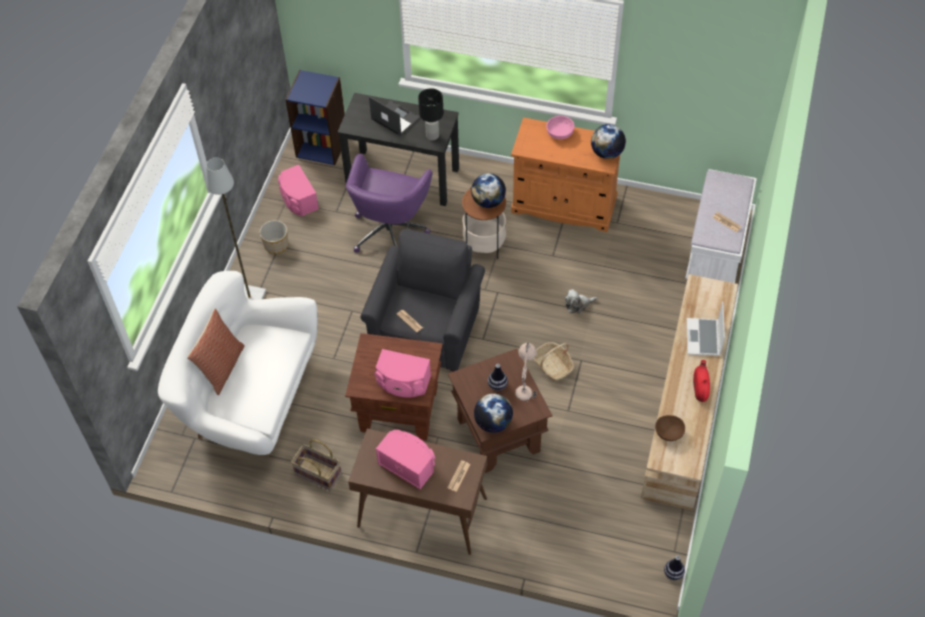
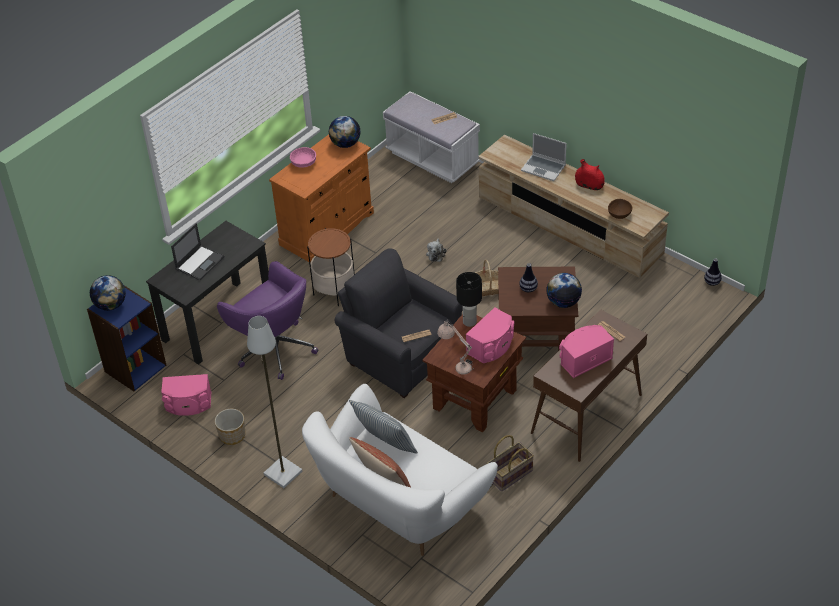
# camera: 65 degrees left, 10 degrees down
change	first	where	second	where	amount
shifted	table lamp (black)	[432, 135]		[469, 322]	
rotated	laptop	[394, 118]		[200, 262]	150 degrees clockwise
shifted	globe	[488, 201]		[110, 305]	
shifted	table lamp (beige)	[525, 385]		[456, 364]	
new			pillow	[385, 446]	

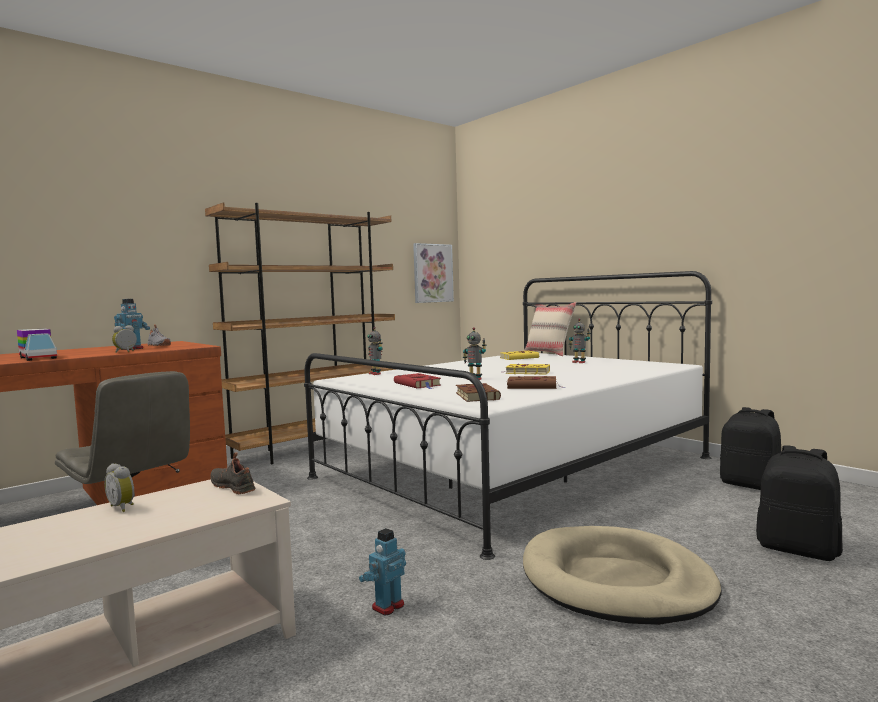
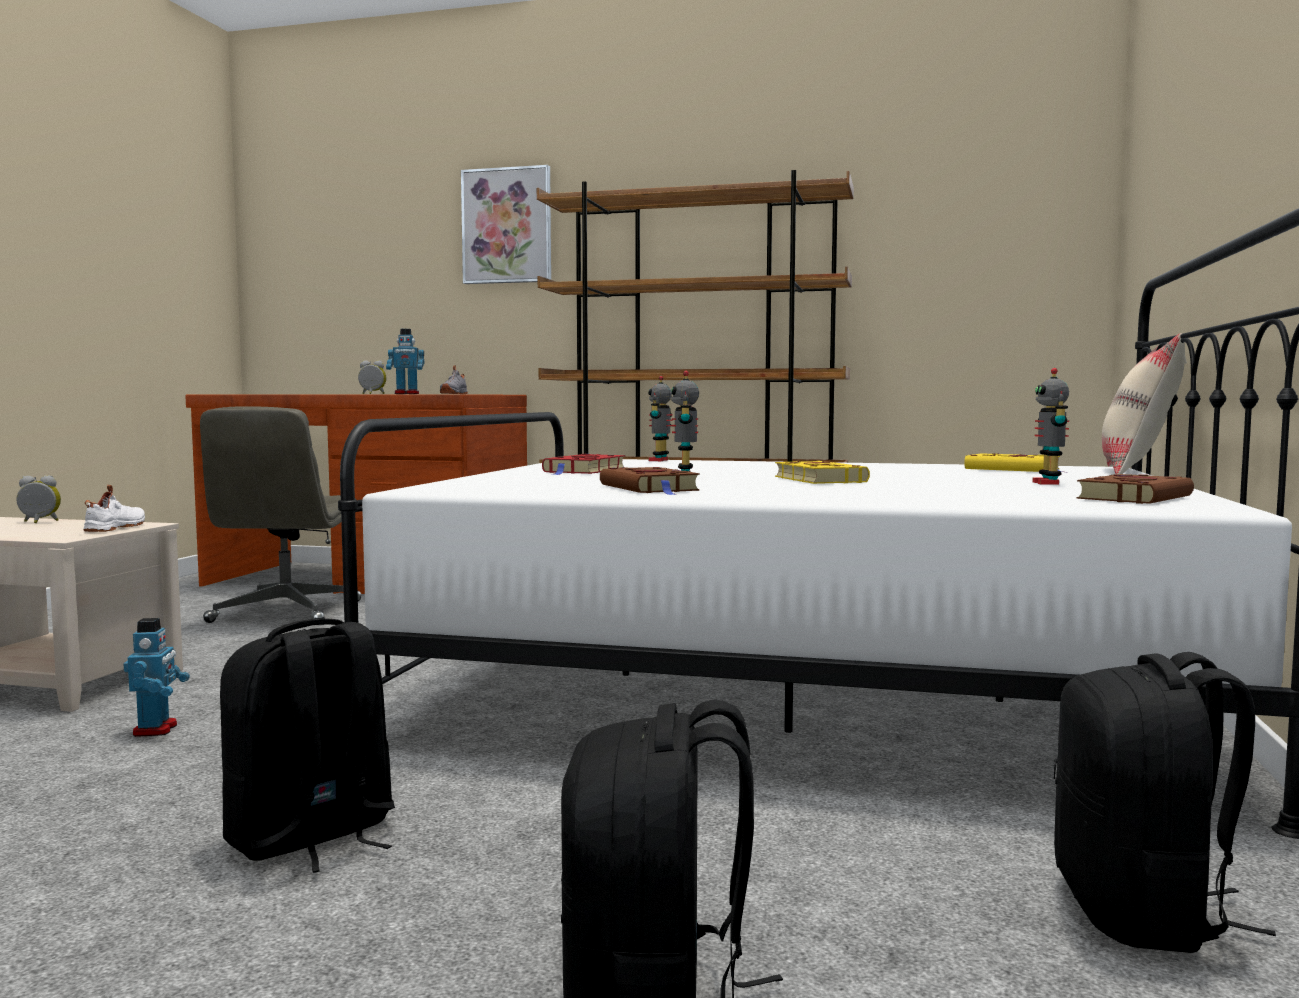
# camera: 55 degrees right, 0 degrees up
change	first	where	second	where	amount
shifted	picture	[432, 273]		[507, 226]	
gone	toy truck	[38, 358]			
shifted	book (brown)	[476, 396]		[1135, 498]	
repainted	shoe (black)	[234, 486]	shoe (white)	[117, 528]	
rotated	alarm clock	[123, 507]		[39, 522]	75 degrees clockwise
swapped	dog bed (beige)	[616, 581]	backpack (black)	[311, 838]	
rotated	toy robot	[387, 606]		[156, 729]	75 degrees clockwise

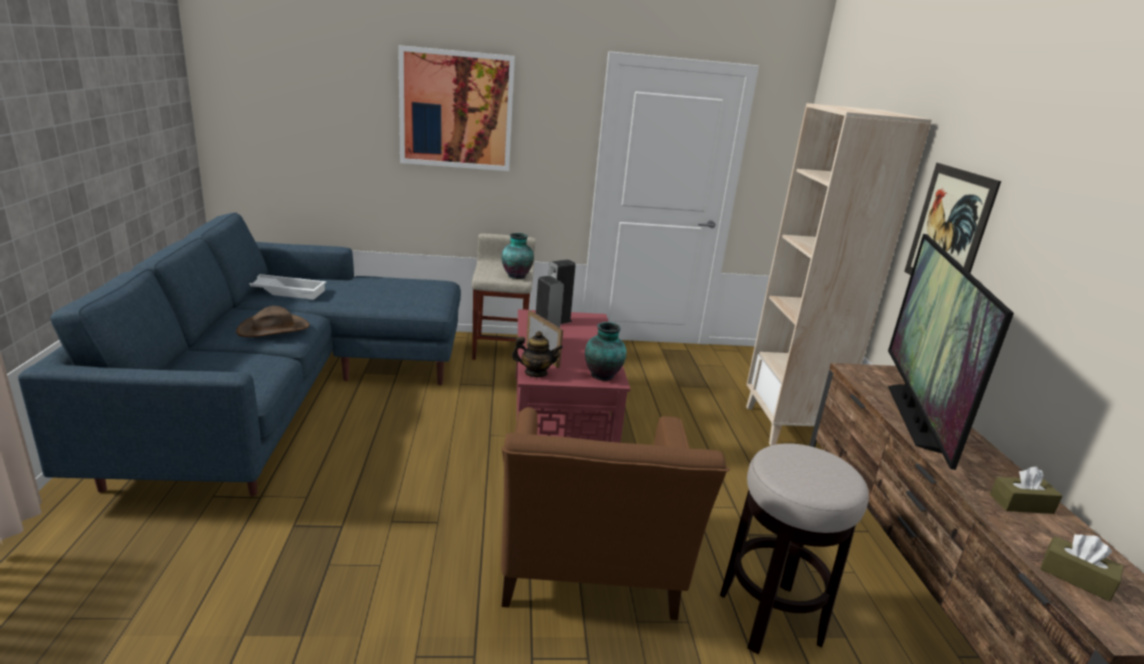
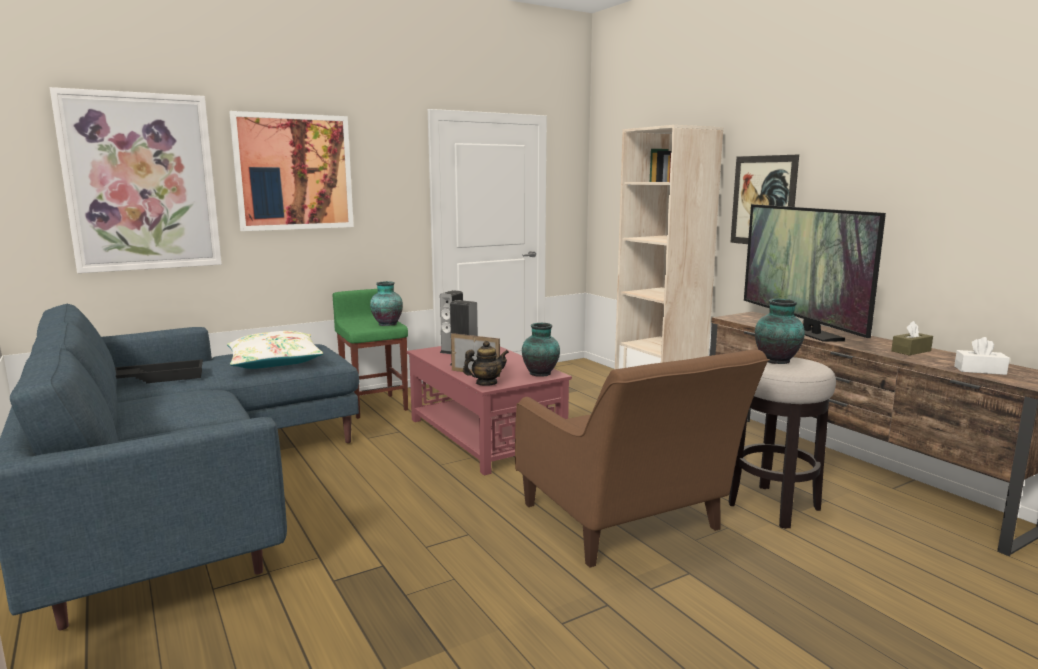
# camera: 25 degrees left, 10 degrees down
change	first	where	second	where	amount
repainted	stool (beige)	[500, 349]	stool (green)	[374, 406]	
repainted	tray (white)	[287, 291]	tray (black)	[160, 377]	
gone	hat (brown)	[273, 328]			
repainted	tissue box (brown)	[1076, 577]	tissue box (white)	[980, 370]	
new			picture	[141, 182]	
new			vase	[777, 361]	
new			pillow (white)	[274, 362]	

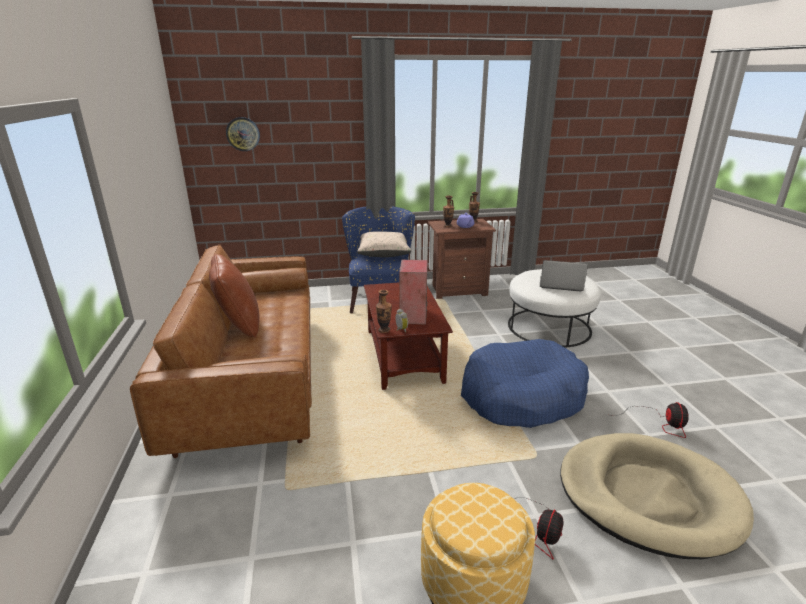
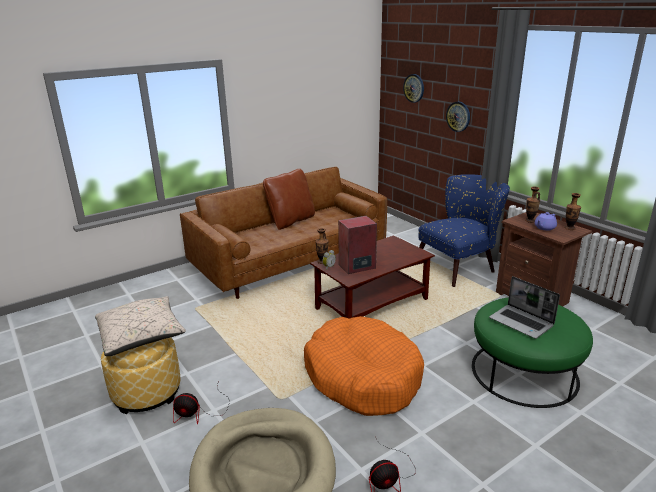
# camera: 65 degrees right, 0 degrees up
change	first	where	second	where	amount
shifted	pillow (beige)	[384, 253]		[141, 336]	
rotated	laptop	[560, 285]		[522, 322]	150 degrees clockwise
repainted	ottoman (white)	[549, 327]	ottoman (green)	[524, 372]	
repainted	dog bed (blue)	[521, 396]	dog bed (orange)	[362, 376]	
new			wall clock	[458, 116]	

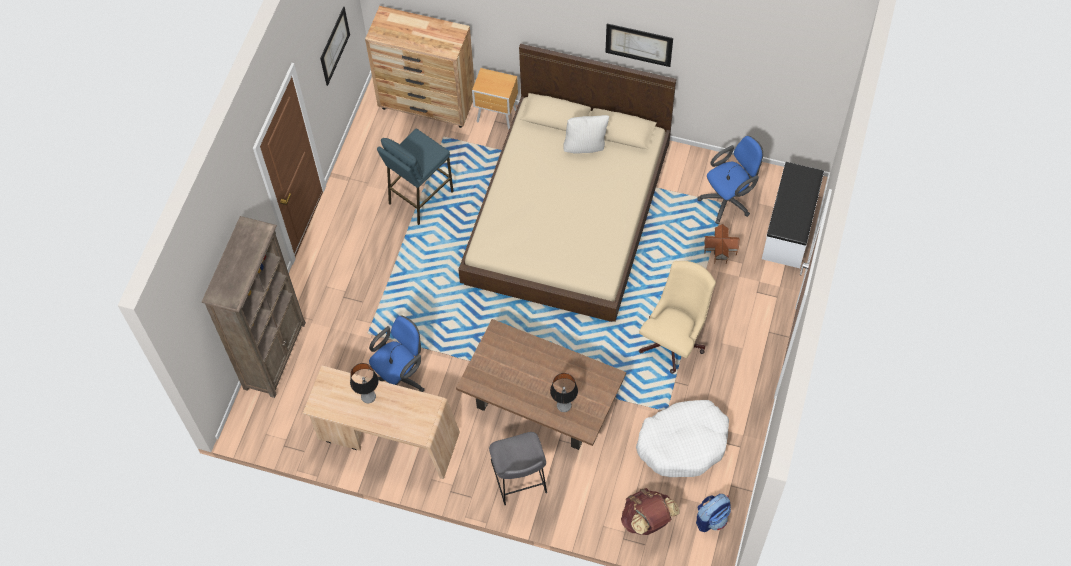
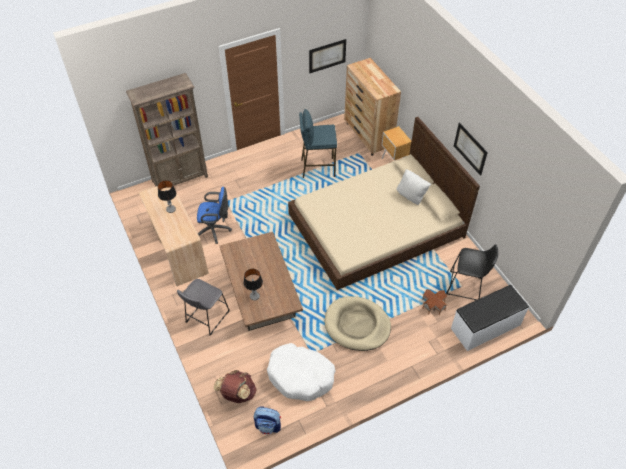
# camera: 45 degrees right, 10 degrees down
change	first	where	second	where	amount
swapped	office chair (blue)	[729, 200]	stool (black)	[466, 287]	
swapped	office chair (beige)	[674, 340]	dog bed (beige)	[357, 325]	

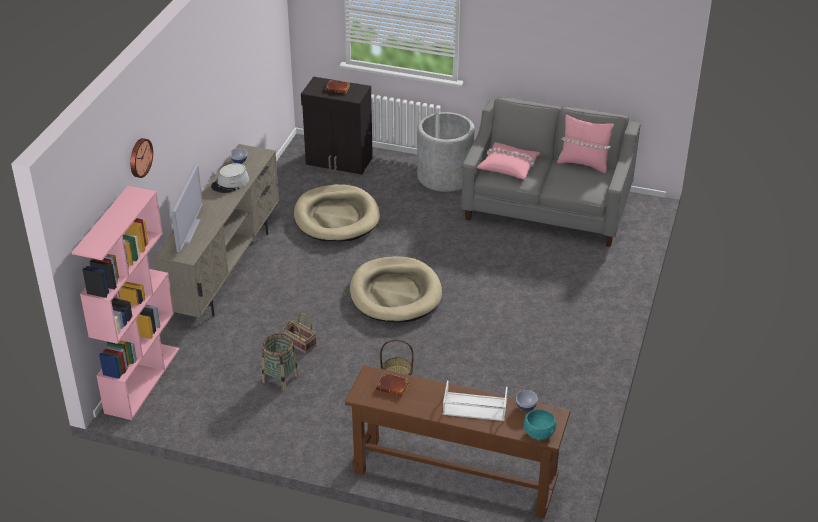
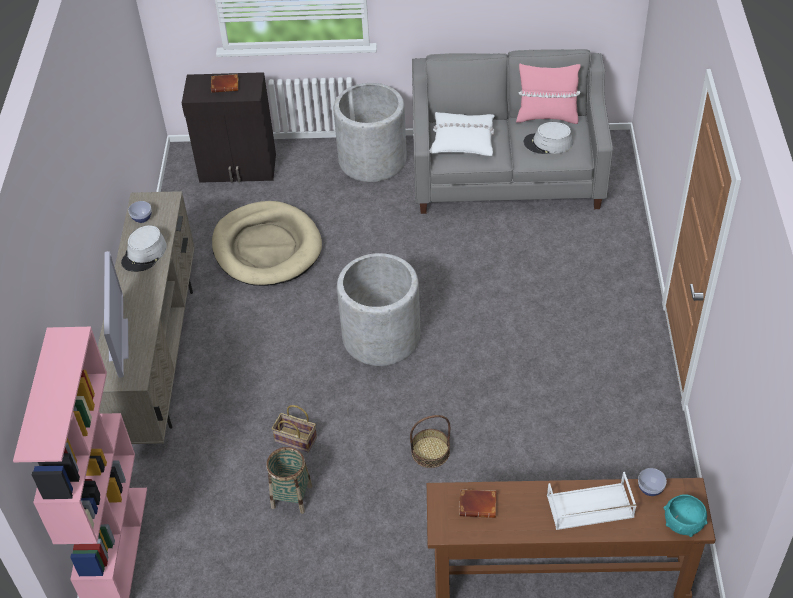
# camera: 15 degrees left, 10 degrees up
change	first	where	second	where	amount
gone	wall clock	[139, 157]			
repainted	pillow (pink)	[509, 166]	pillow (white)	[463, 140]	
swapped	dog bed (beige)	[395, 293]	planter (grey)	[381, 336]	
new			hat (grey)	[548, 143]	

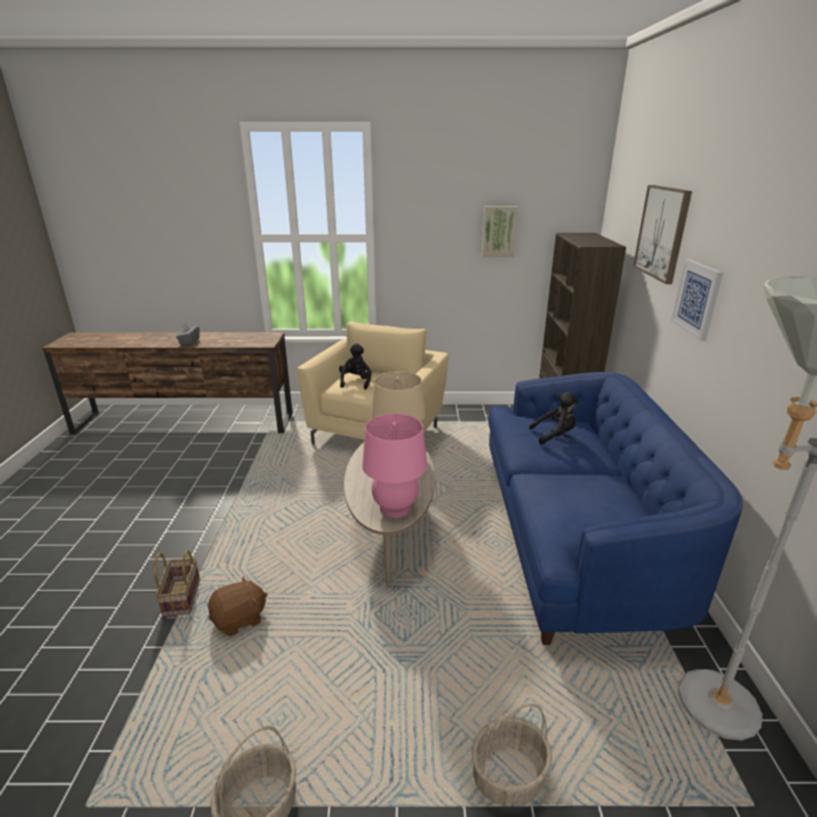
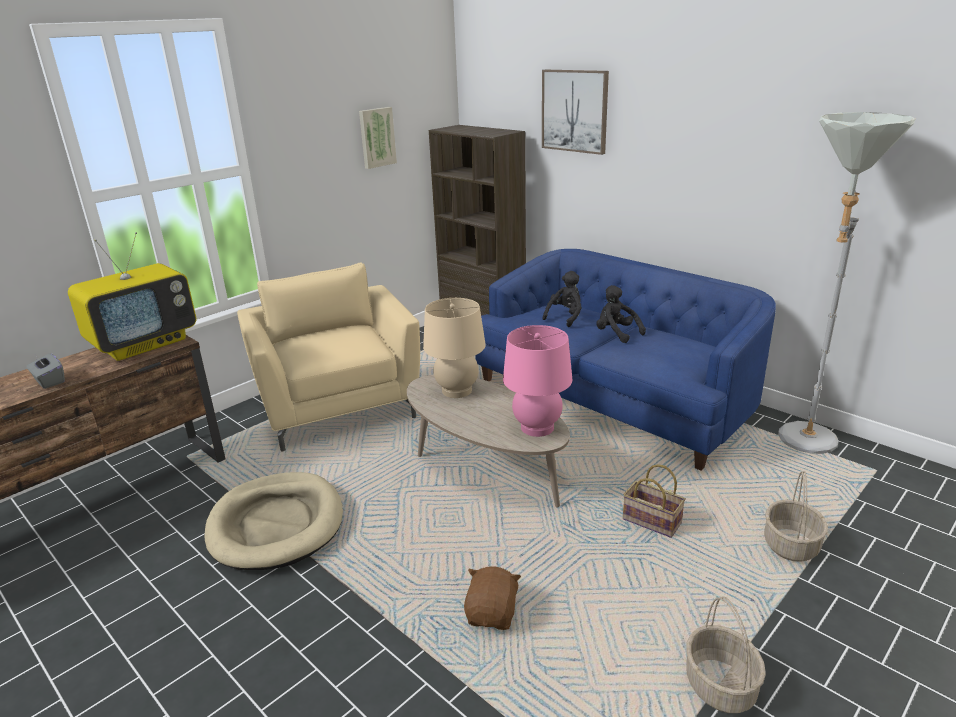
# camera: 45 degrees left, 0 degrees up
change	first	where	second	where	amount
gone	picture	[697, 298]			
shifted	plush toy (black)	[355, 382]		[616, 334]	
shifted	basket	[181, 596]		[650, 521]	
new			television	[144, 343]	
new			dog bed (beige)	[276, 524]	

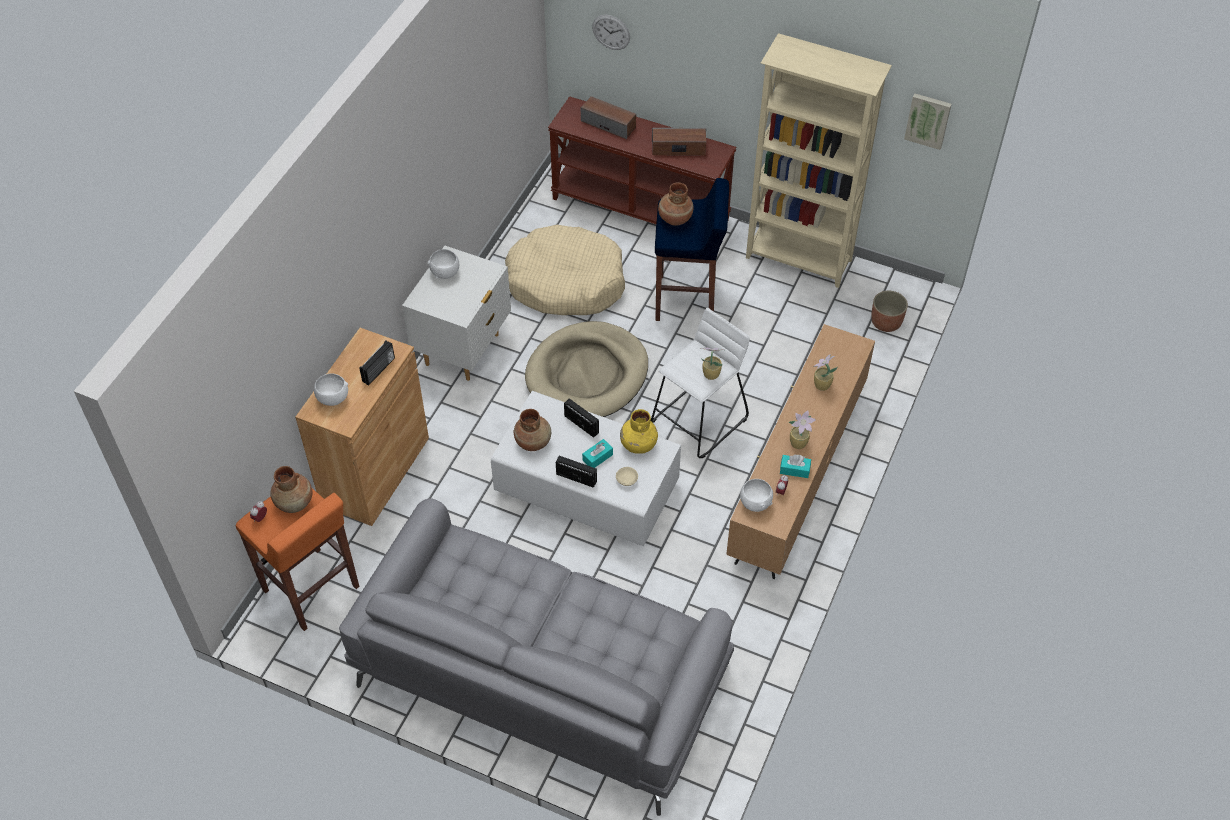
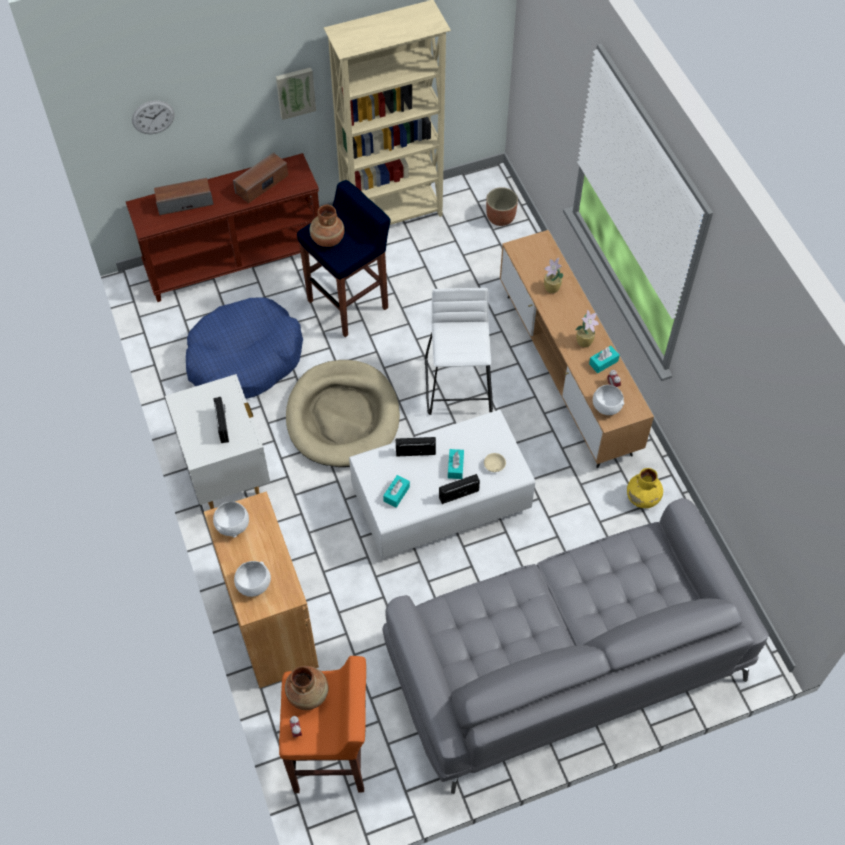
# camera: 45 degrees left, 5 degrees up
change	first	where	second	where	amount
shifted	picture	[928, 120]		[295, 92]	
repainted	dog bed (beige)	[566, 282]	dog bed (blue)	[244, 359]	
shifted	bowl (white)	[445, 273]		[233, 525]	
shifted	radio	[379, 370]		[223, 425]	
gone	potted plant	[710, 374]			
swapped	vase (brown)	[533, 441]	tissue box (turquoise)	[396, 494]	
shifted	vase (yellow)	[638, 445]		[642, 498]	

